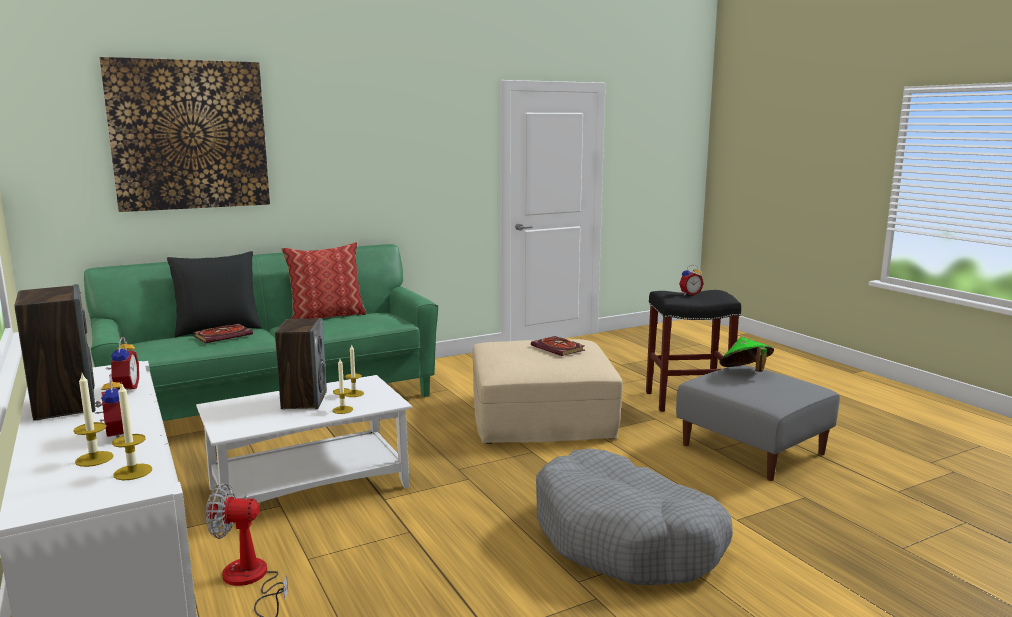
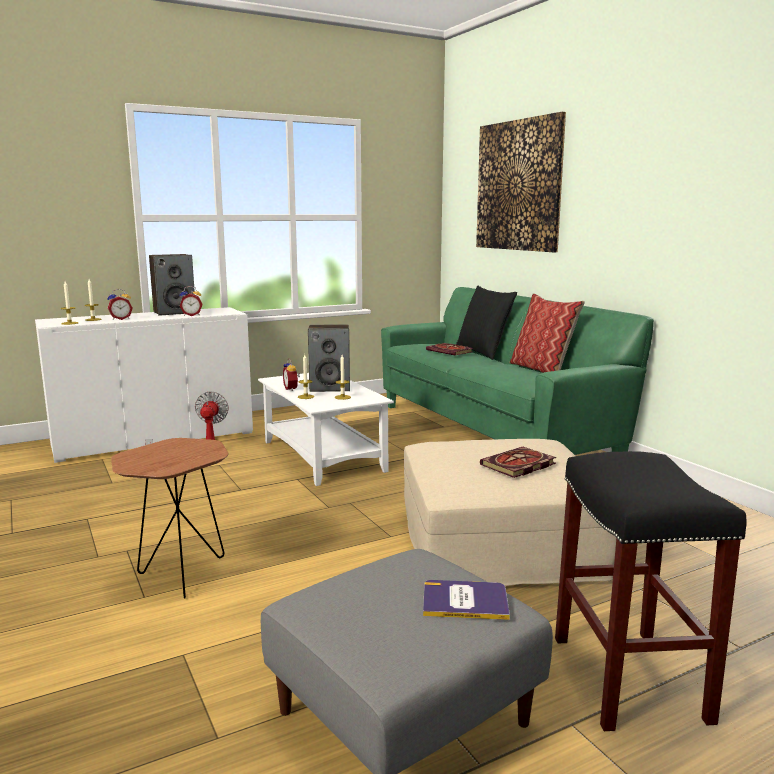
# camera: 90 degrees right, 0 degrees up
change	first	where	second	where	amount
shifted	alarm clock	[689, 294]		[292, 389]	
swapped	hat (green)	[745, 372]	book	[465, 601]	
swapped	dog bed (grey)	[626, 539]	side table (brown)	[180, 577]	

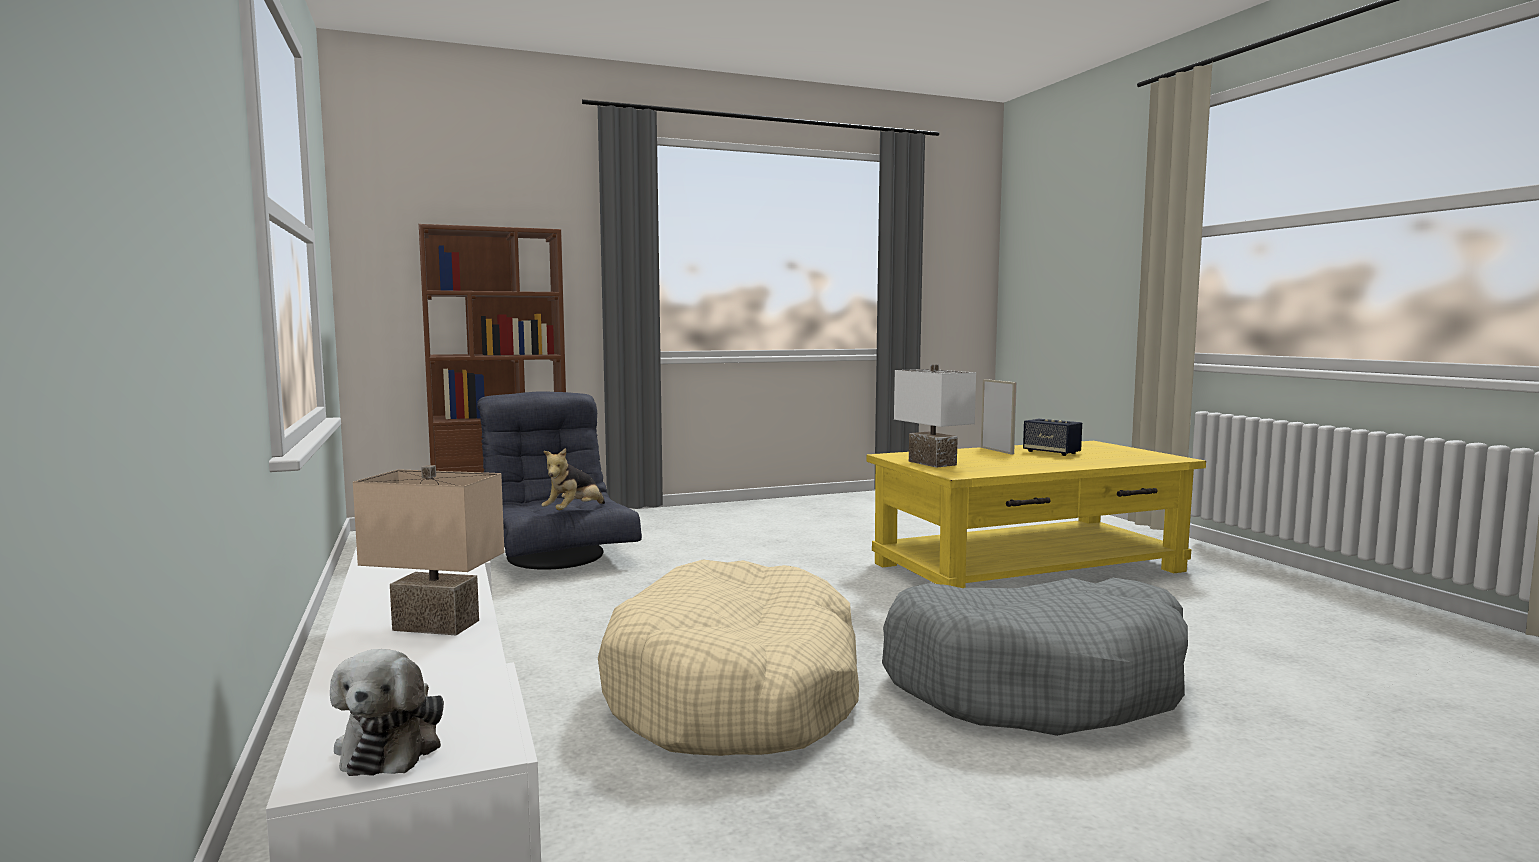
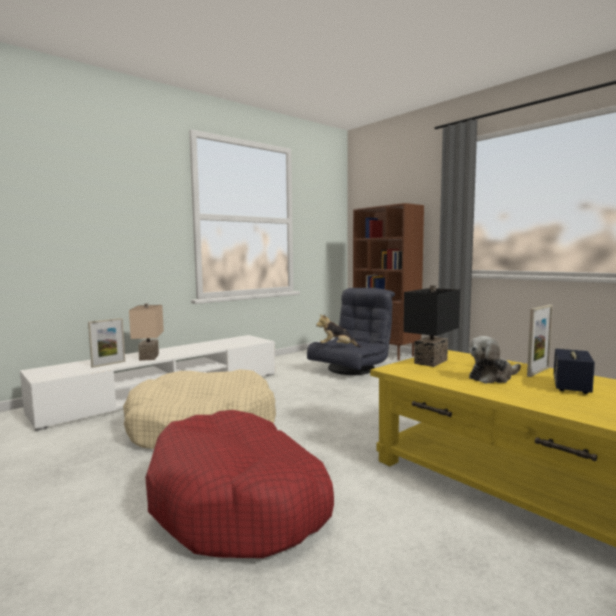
# camera: 70 degrees right, 0 degrees up
change	first	where	second	where	amount
repainted	table lamp (white)	[934, 463]	table lamp (black)	[432, 362]	
repainted	dog bed (grey)	[1036, 684]	dog bed (red)	[239, 501]	
shifted	plush toy	[392, 745]		[492, 377]	
new			picture frame	[108, 364]	

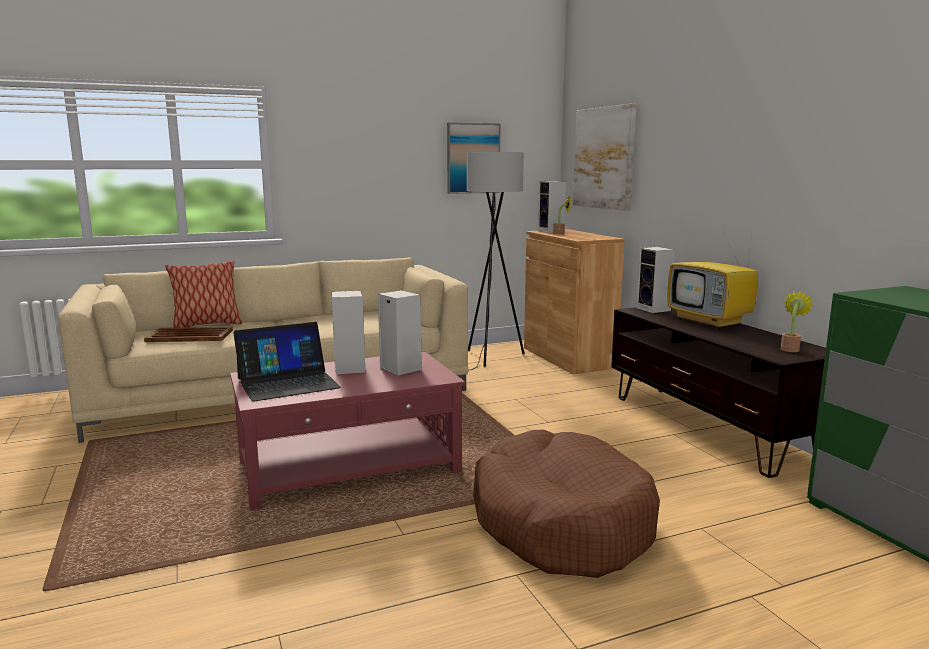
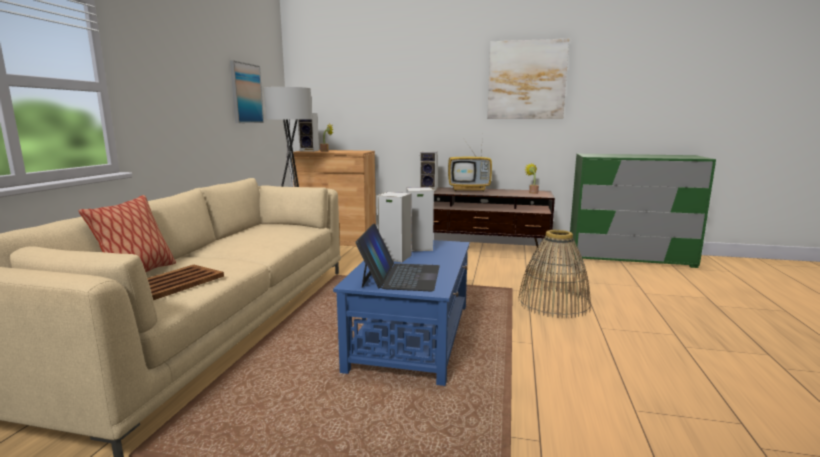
# camera: 55 degrees left, 0 degrees up
change	first	where	second	where	amount
shifted	picture	[604, 158]		[526, 80]	
repainted	coffee table (red)	[350, 467]	coffee table (blue)	[412, 335]	
swapped	dog bed (brown)	[561, 523]	basket	[553, 303]	

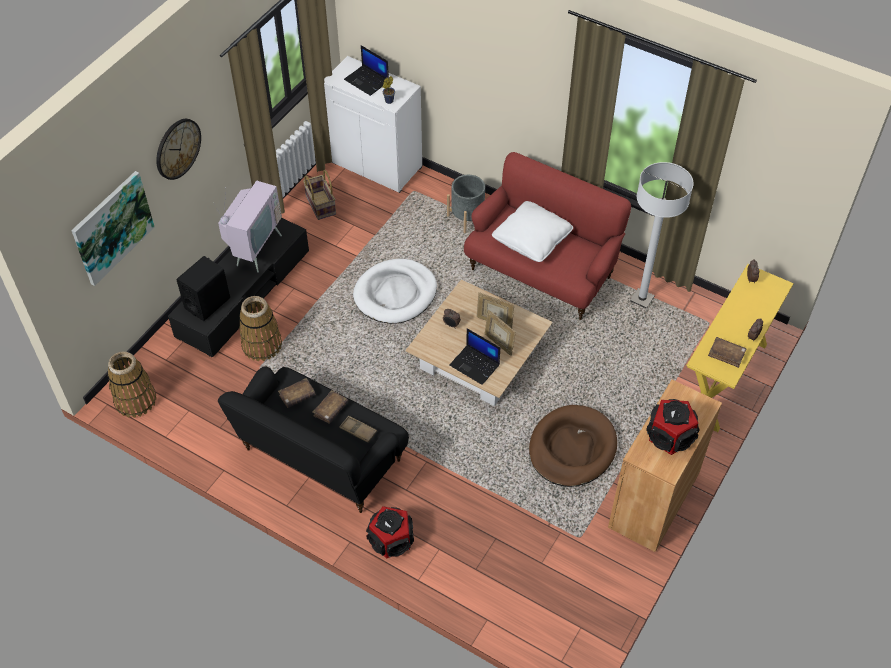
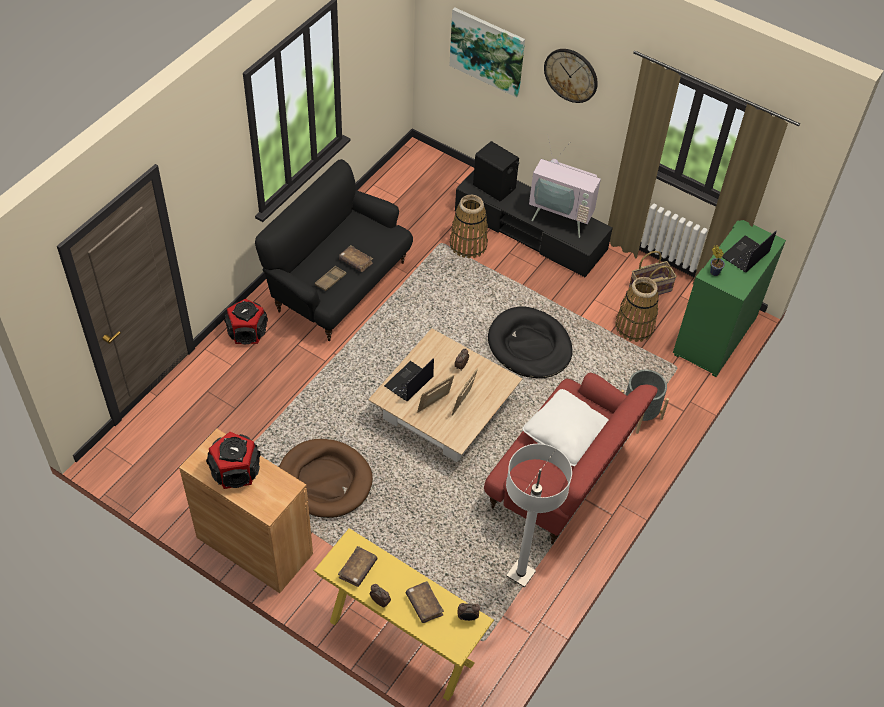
# camera: 90 degrees right, 0 degrees up
change	first	where	second	where	amount
repainted	cabinet (white)	[377, 164]	cabinet (green)	[715, 337]	
repainted	dog bed (white)	[395, 294]	dog bed (black)	[529, 346]	
shifted	basket	[135, 400]		[634, 326]	
shifted	book (brown)	[297, 396]		[424, 605]	

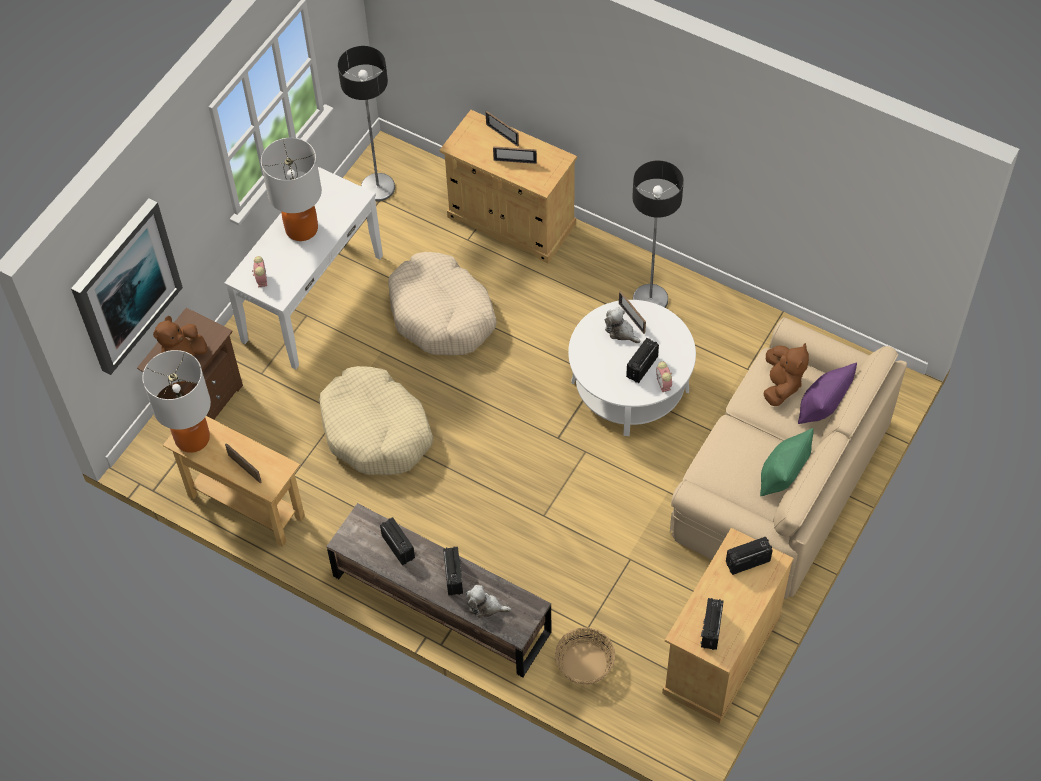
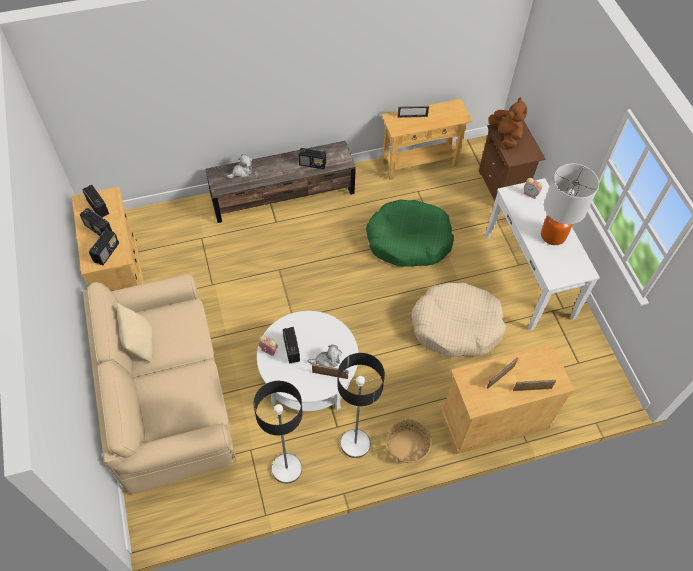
# camera: 130 degrees right, 0 degrees up
change	first	where	second	where	amount
shifted	floor lamp	[378, 187]		[287, 468]	
gone	picture	[125, 285]			
gone	plush toy (brown)	[781, 385]			
gone	table lamp	[192, 438]			
gone	pillow (purple)	[823, 408]			
repainted	dog bed (beige)	[376, 431]	dog bed (green)	[408, 240]	
repainted	pillow (green)	[783, 476]	pillow (beige)	[140, 342]	
shifted	radio	[453, 576]		[98, 229]	
shifted	basket	[584, 664]		[407, 446]	

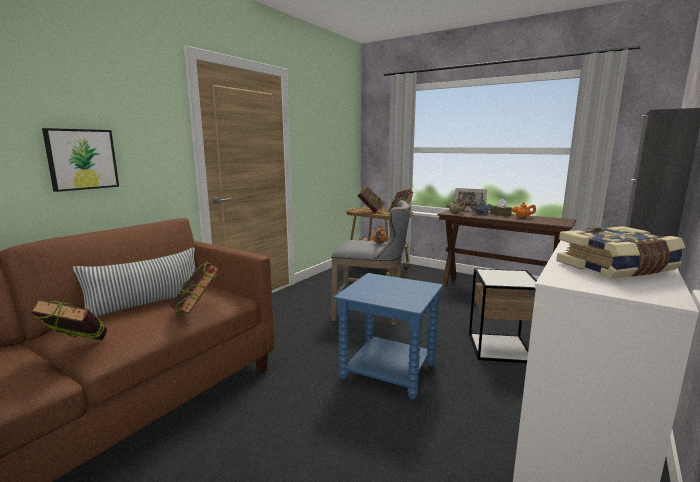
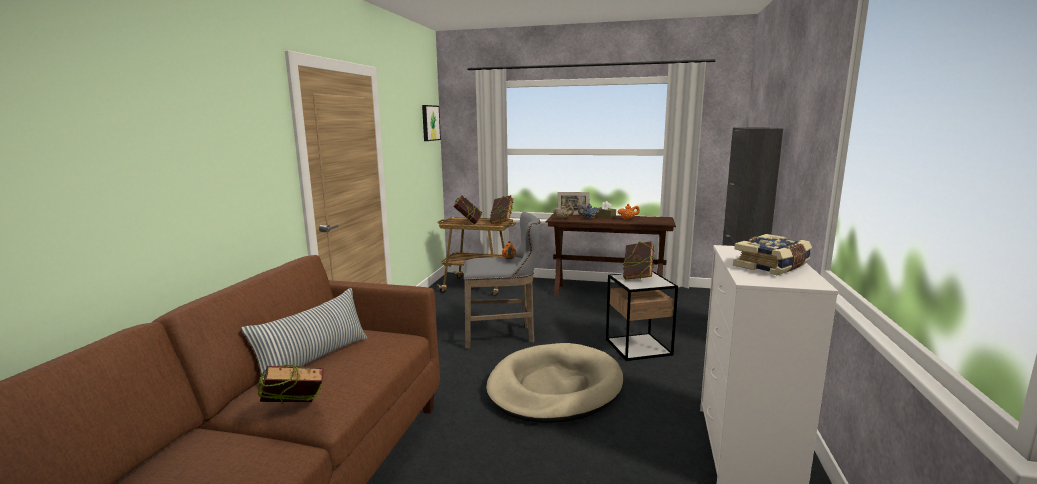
# camera: 20 degrees left, 0 degrees up
change	first	where	second	where	amount
shifted	picture	[81, 159]		[430, 123]	
shifted	book	[196, 311]		[637, 278]	
swapped	side table (blue)	[387, 372]	dog bed (beige)	[554, 387]	

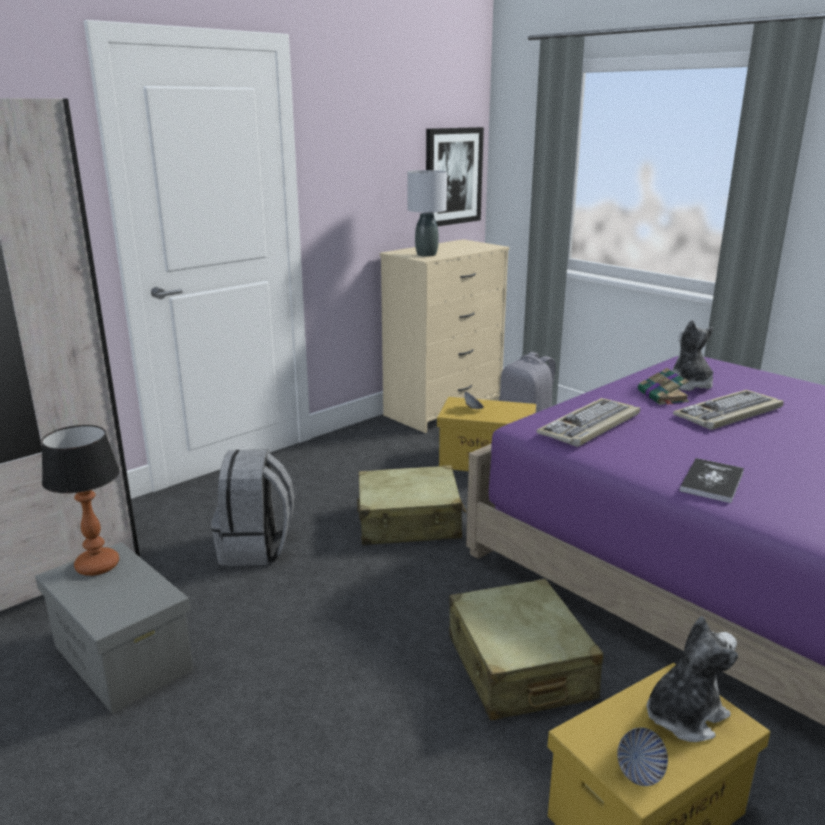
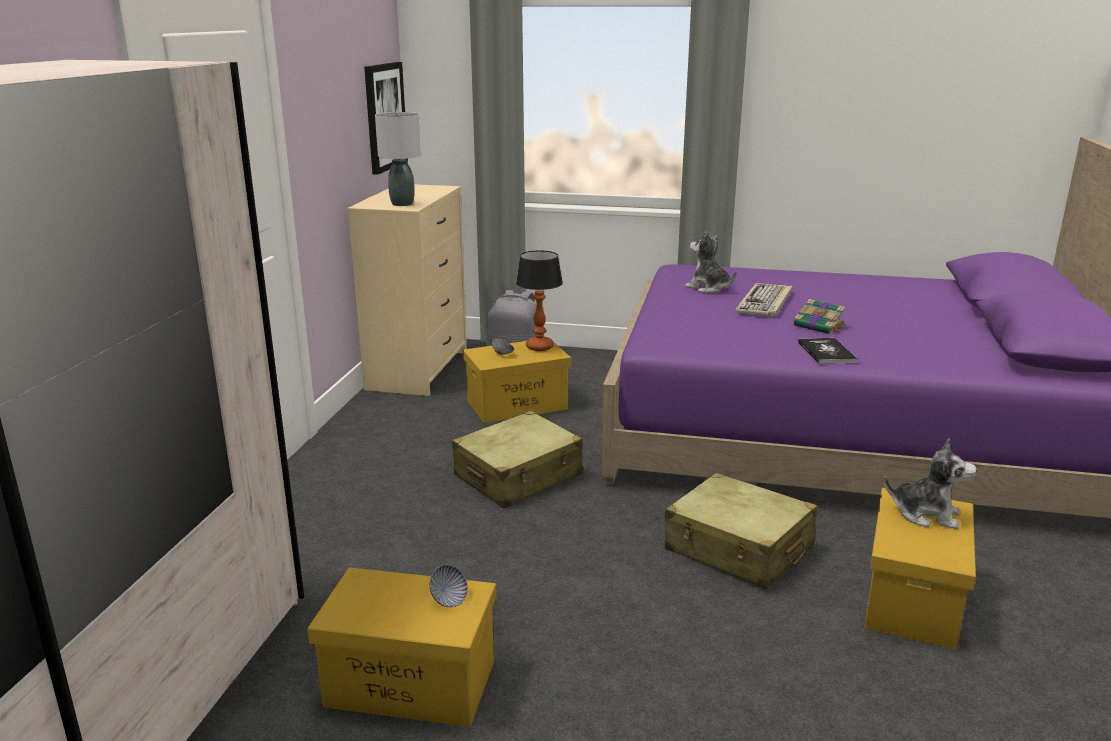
# camera: 35 degrees left, 0 degrees up
change	first	where	second	where	amount
shifted	book	[663, 397]		[819, 326]	
gone	keyboard	[590, 426]			
shifted	table lamp	[98, 565]		[540, 347]	
gone	backpack (grey)	[256, 548]			
repainted	storage box (grey)	[121, 657]	storage box (yellow)	[409, 684]	
rotated	plush toy	[683, 716]		[926, 514]	90 degrees clockwise
shifted	bowl	[639, 771]		[449, 600]	

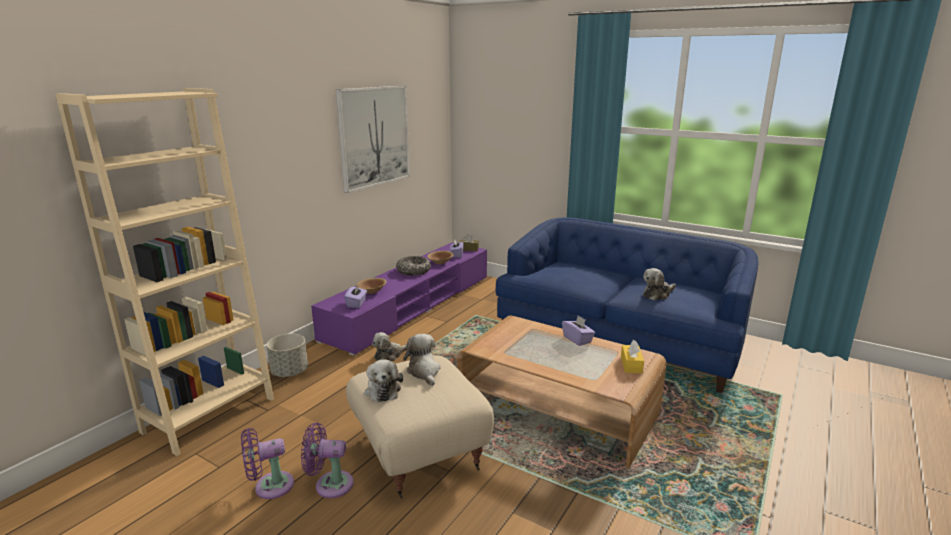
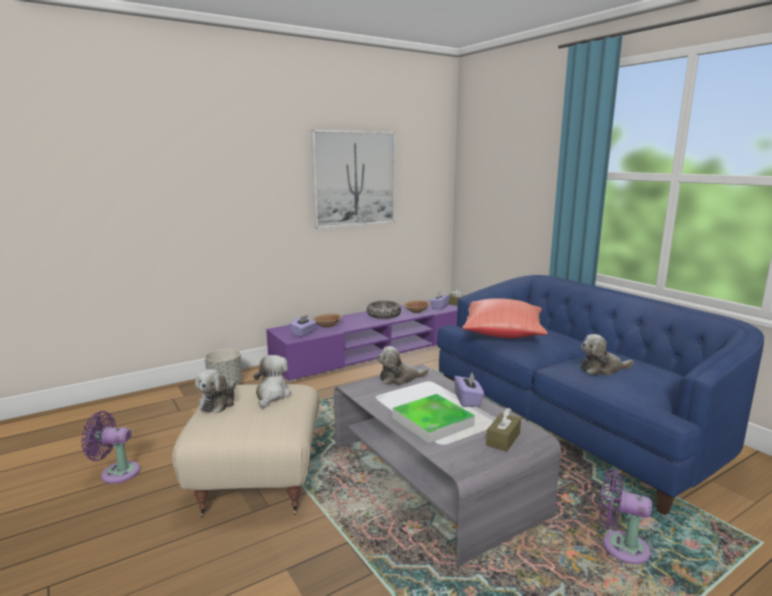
# camera: 25 degrees right, 5 degrees down
change	first	where	second	where	amount
gone	bookcase (beige)	[209, 415]			
repainted	coffee table (brown)	[557, 409]	coffee table (grey)	[433, 477]	
shifted	plush toy	[389, 355]		[399, 378]	
repainted	tissue box (yellow)	[631, 365]	tissue box (brown)	[503, 439]	
shifted	fan (purple)	[330, 484]		[620, 546]	
new			pillow (red)	[503, 334]	
new			tray	[432, 422]	

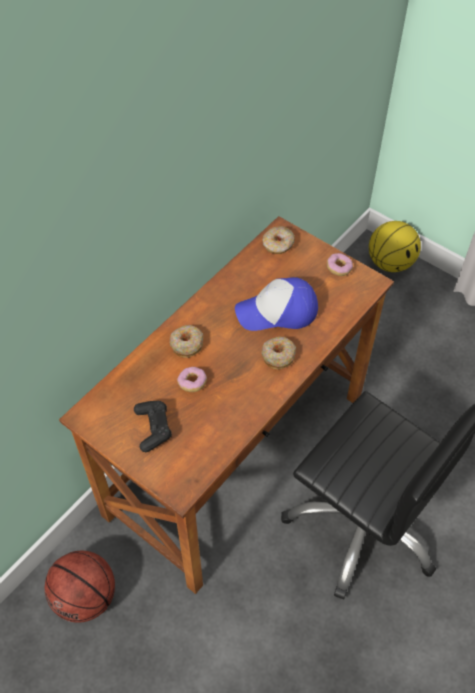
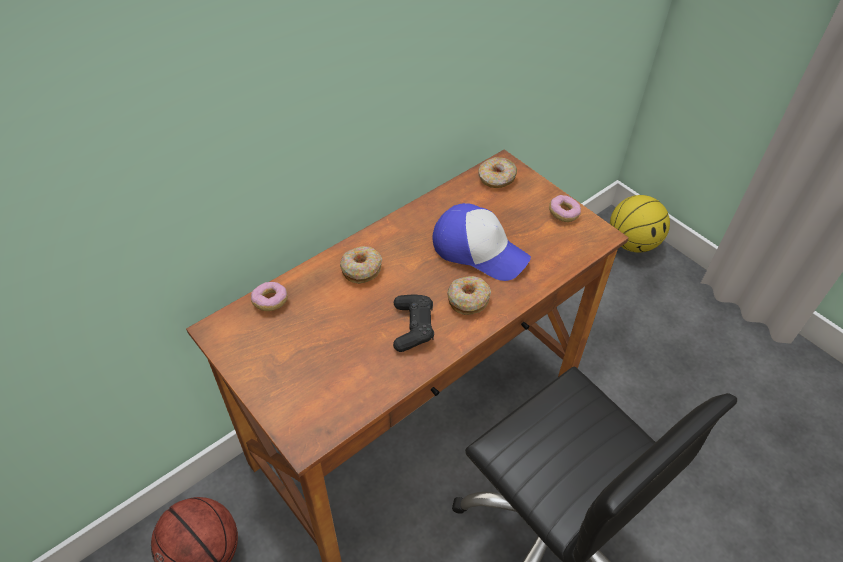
# camera: 10 degrees right, 5 degrees down
change	first	where	second	where	amount
rotated	cap	[277, 312]		[479, 250]	150 degrees counterclockwise
shifted	donut	[192, 383]		[270, 301]	
shifted	game controller (black)	[153, 428]		[413, 327]	

